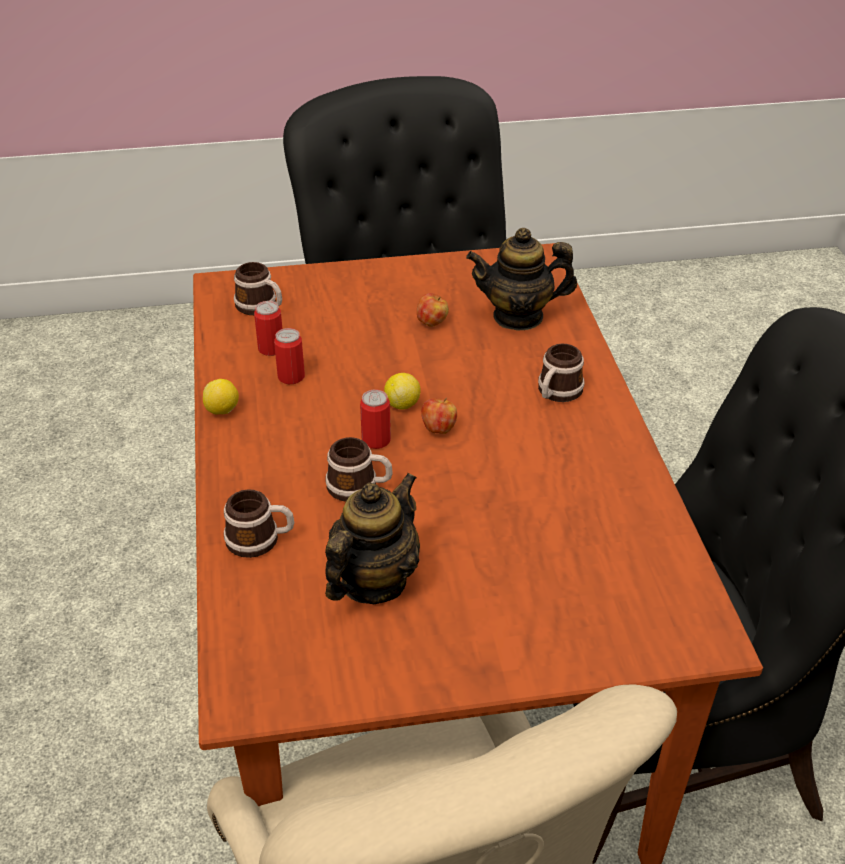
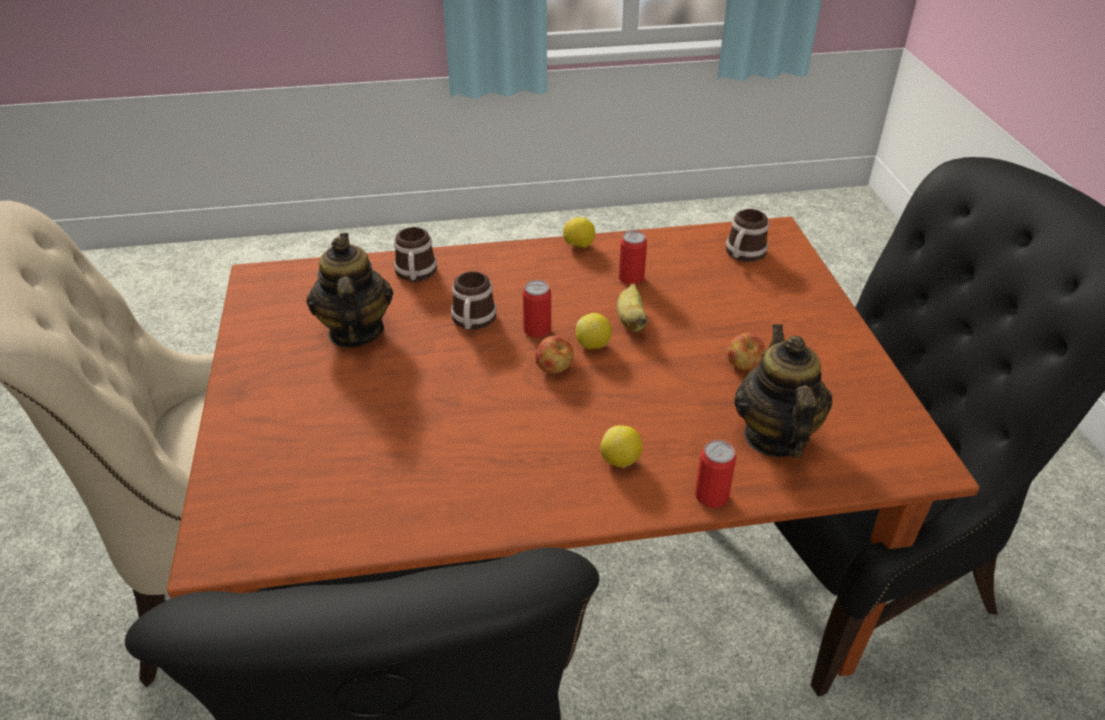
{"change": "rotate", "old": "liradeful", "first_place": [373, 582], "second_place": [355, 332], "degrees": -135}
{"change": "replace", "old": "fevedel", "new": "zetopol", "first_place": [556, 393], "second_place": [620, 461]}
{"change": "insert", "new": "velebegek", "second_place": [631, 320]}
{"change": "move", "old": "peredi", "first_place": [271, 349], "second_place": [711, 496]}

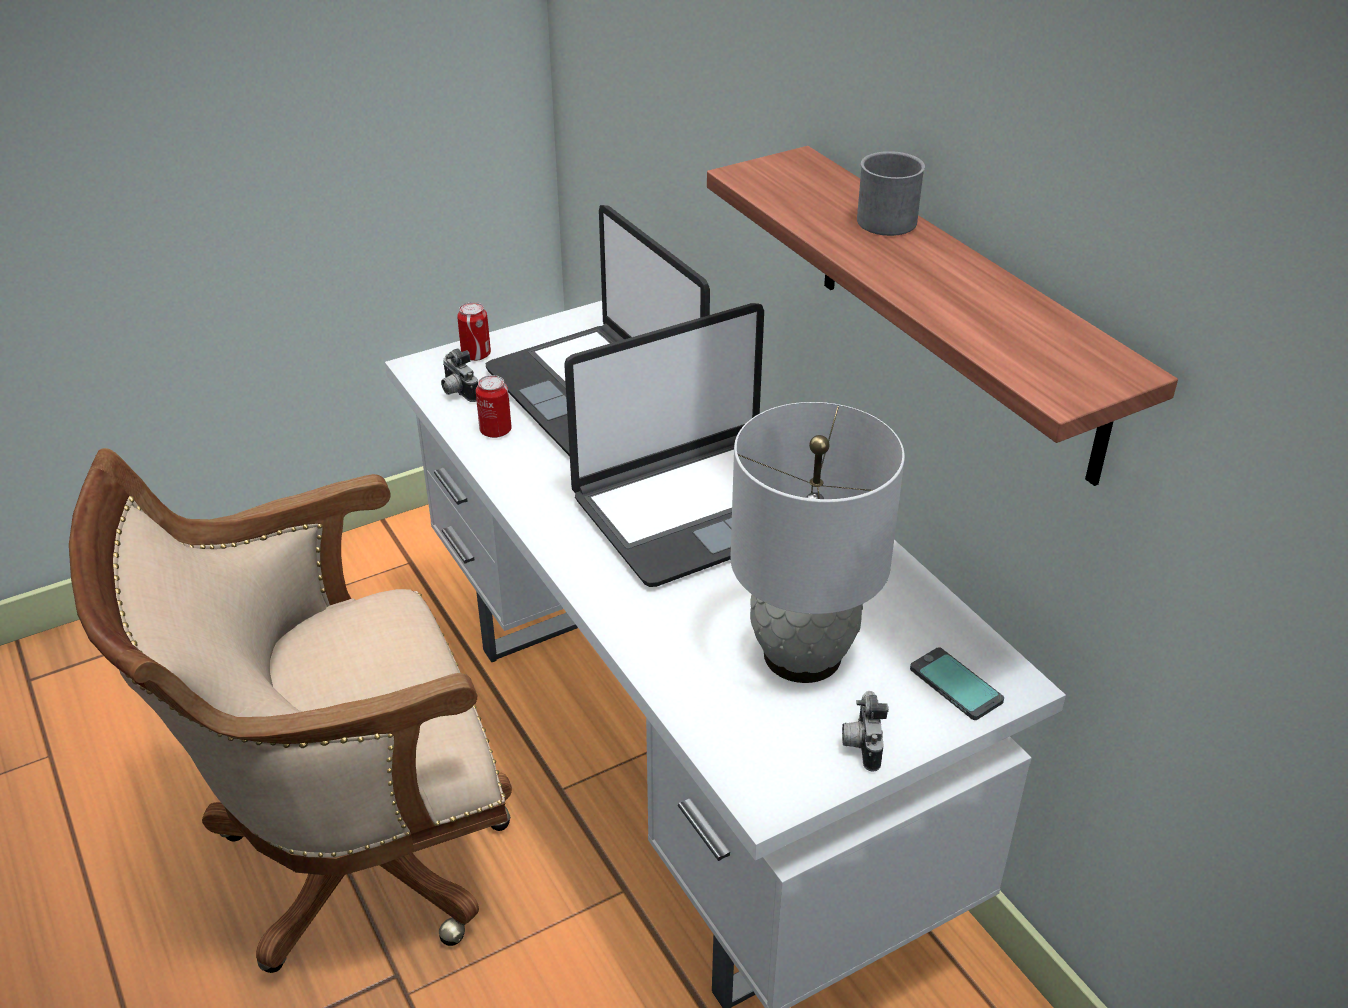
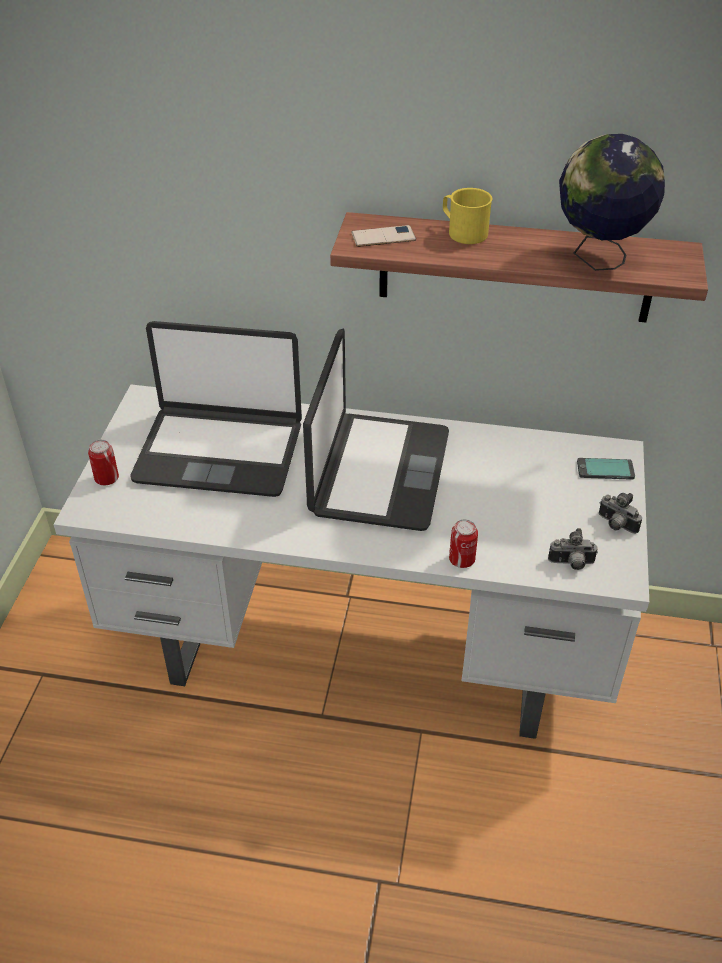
{"change": "insert", "new": "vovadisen", "second_place": [383, 237]}
{"change": "recolor", "old": "grey_fevedel", "new": "yellow_fevedel", "first_place": [886, 217], "second_place": [463, 232]}
{"change": "move", "old": "peredi", "first_place": [495, 431], "second_place": [461, 560]}
{"change": "move", "old": "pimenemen", "first_place": [457, 392], "second_place": [571, 564]}
{"change": "insert", "new": "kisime", "second_place": [598, 258]}
{"change": "delete", "old": "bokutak", "first_place": [351, 865]}
{"change": "delete", "old": "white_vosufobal", "first_place": [801, 655]}

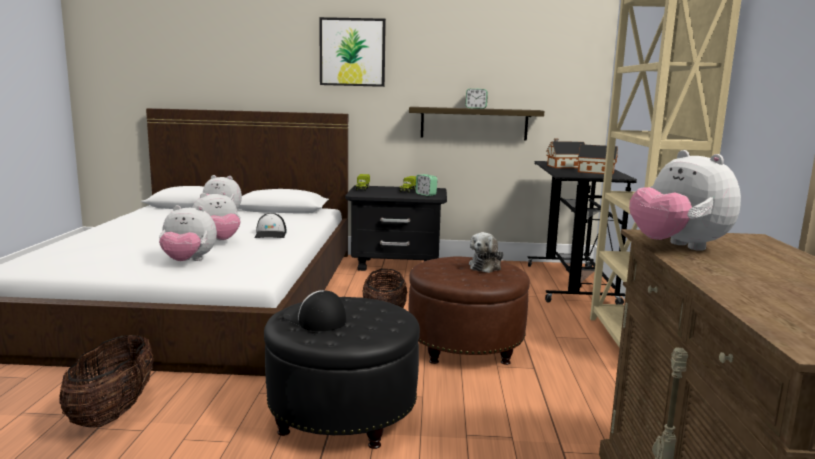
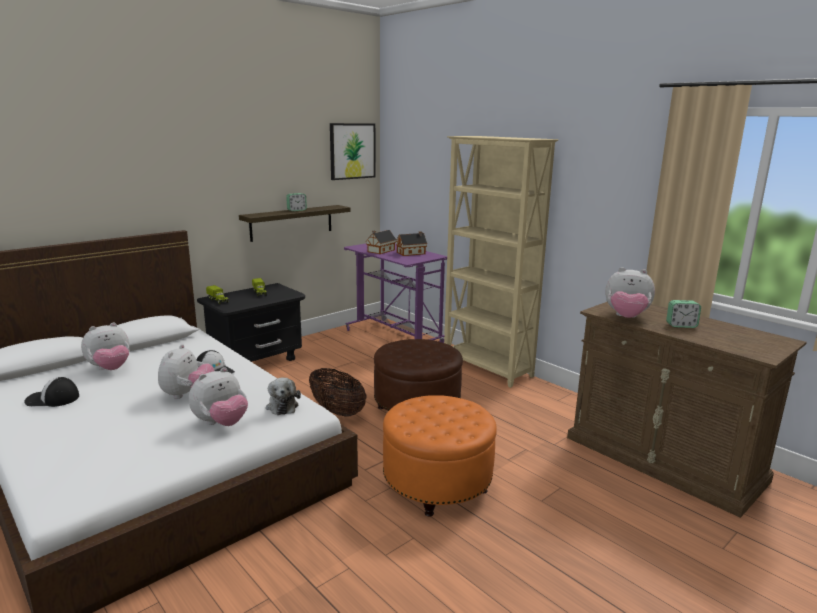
{"change": "move", "old": "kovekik", "first_place": [314, 319], "second_place": [52, 399]}
{"change": "move", "old": "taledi", "first_place": [486, 266], "second_place": [282, 406]}
{"change": "move", "old": "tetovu", "first_place": [352, 52], "second_place": [352, 151]}
{"change": "recolor", "old": "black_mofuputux", "new": "purple_mofuputux", "first_place": [571, 284], "second_place": [394, 337]}
{"change": "recolor", "old": "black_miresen", "new": "orange_miresen", "first_place": [342, 415], "second_place": [437, 484]}
{"change": "move", "old": "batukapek", "first_place": [426, 194], "second_place": [681, 325]}
{"change": "delete", "old": "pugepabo", "first_place": [113, 412]}

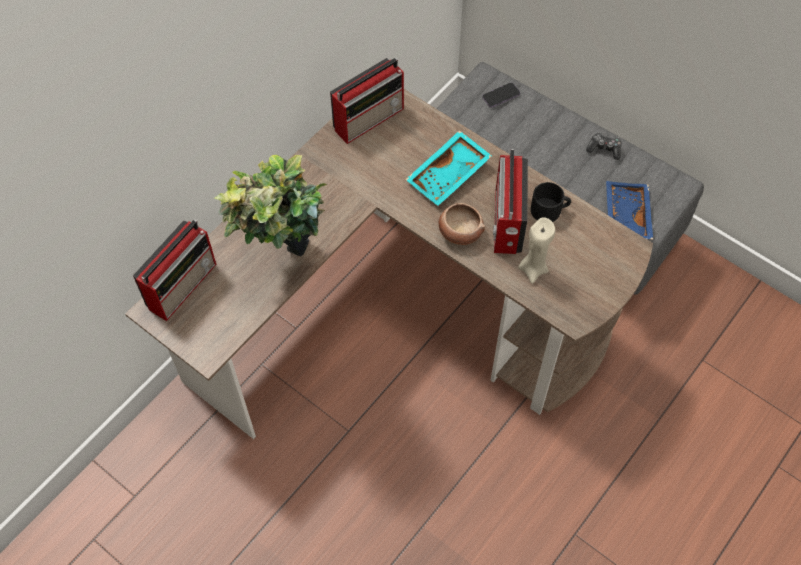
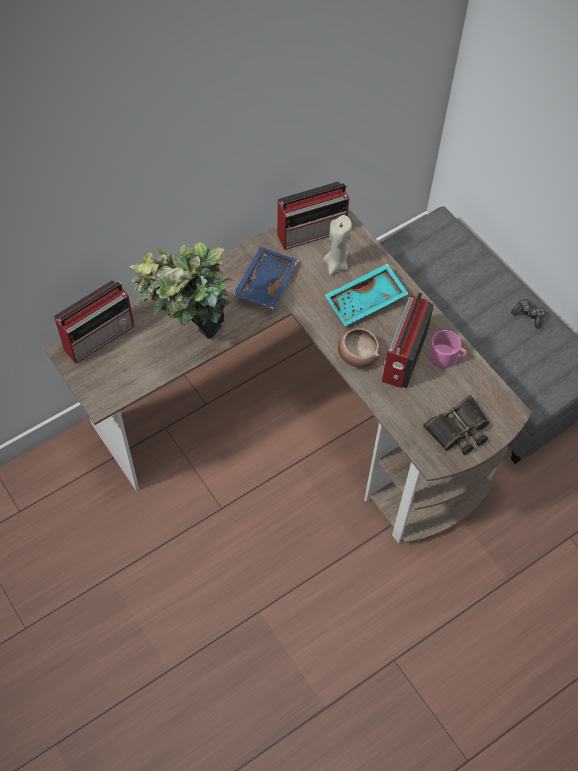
{"change": "move", "old": "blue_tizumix", "first_place": [625, 216], "second_place": [264, 283]}
{"change": "move", "old": "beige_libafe", "first_place": [533, 269], "second_place": [336, 264]}
{"change": "insert", "new": "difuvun", "second_place": [459, 431]}
{"change": "recolor", "old": "black_fevedel", "new": "pink_fevedel", "first_place": [549, 210], "second_place": [446, 357]}
{"change": "delete", "old": "vovadisen", "first_place": [501, 96]}

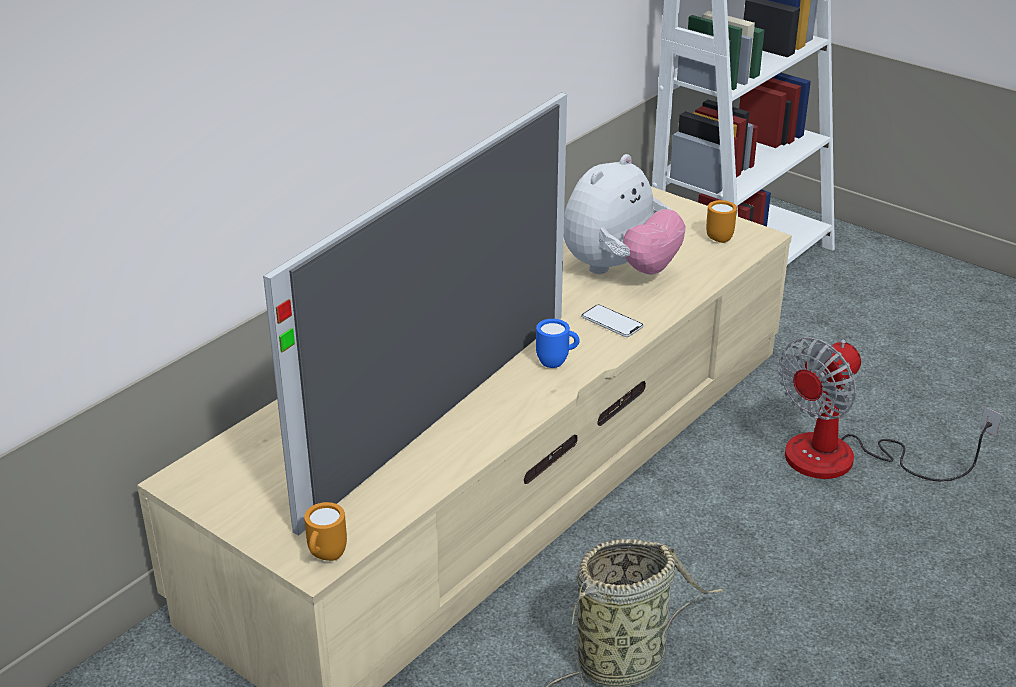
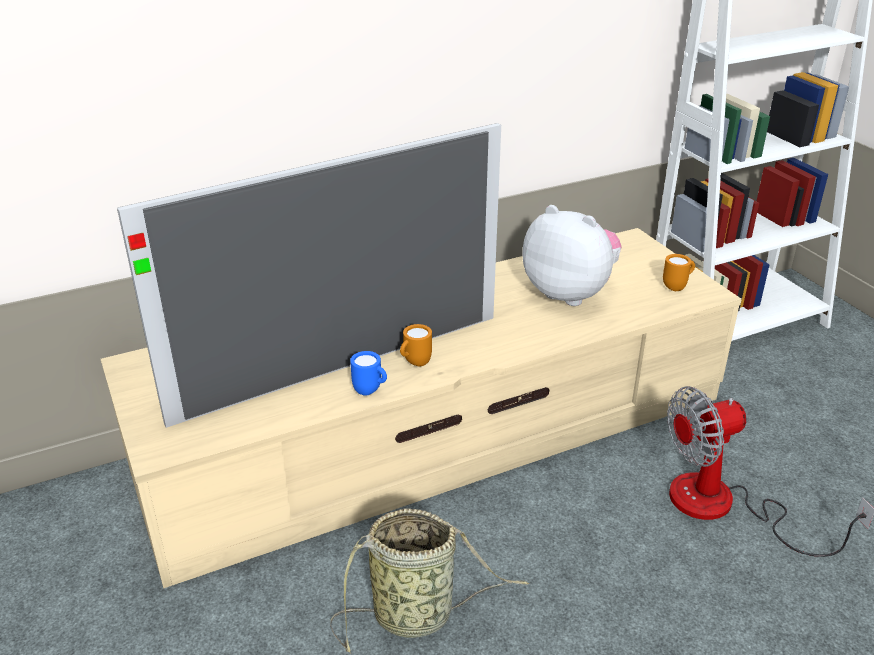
{"change": "move", "old": "blue_fevedel", "first_place": [557, 362], "second_place": [371, 391]}
{"change": "move", "old": "orange_fevedel", "first_place": [325, 557], "second_place": [414, 363]}
{"change": "rotate", "old": "taledi", "first_place": [619, 270], "second_place": [569, 293], "degrees": -120}
{"change": "delete", "old": "vovadisen", "first_place": [612, 322]}

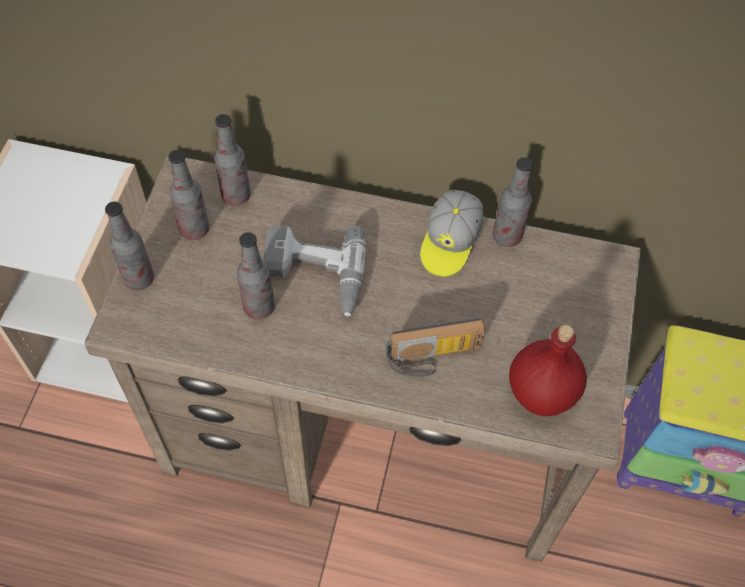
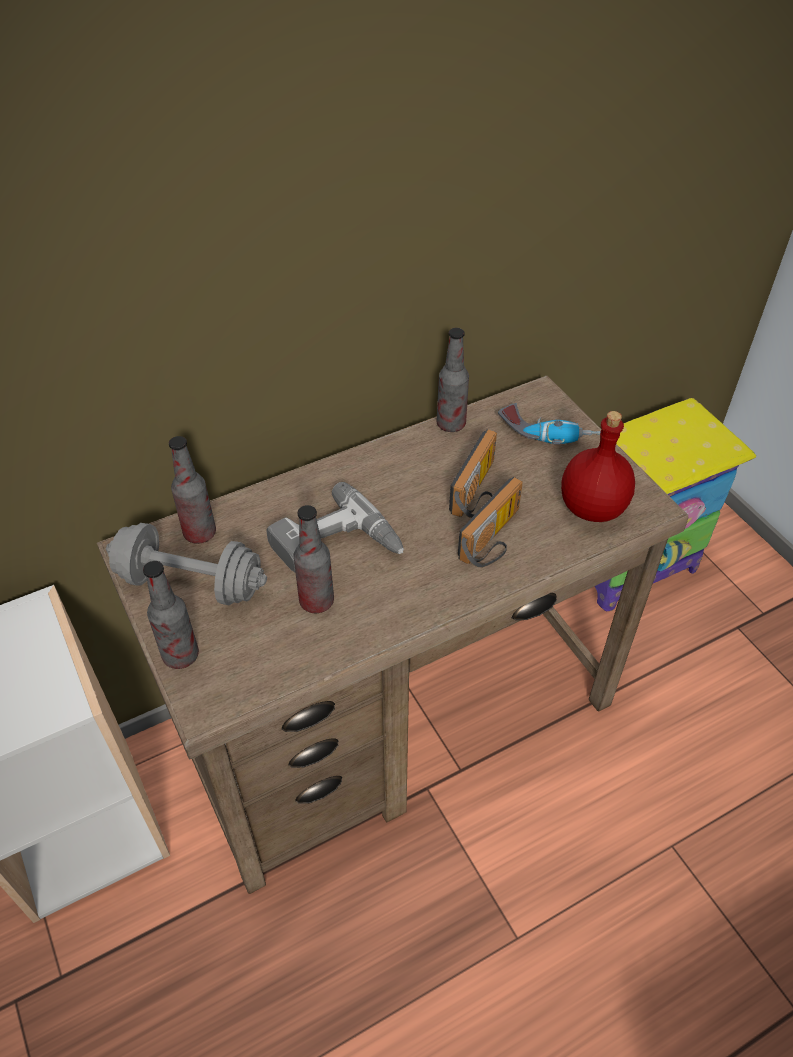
{"change": "replace", "old": "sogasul", "new": "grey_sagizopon", "first_place": [194, 229], "second_place": [190, 582]}
{"change": "insert", "new": "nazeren", "second_place": [479, 491]}
{"change": "insert", "new": "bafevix", "second_place": [547, 433]}
{"change": "delete", "old": "kovekik", "first_place": [450, 242]}

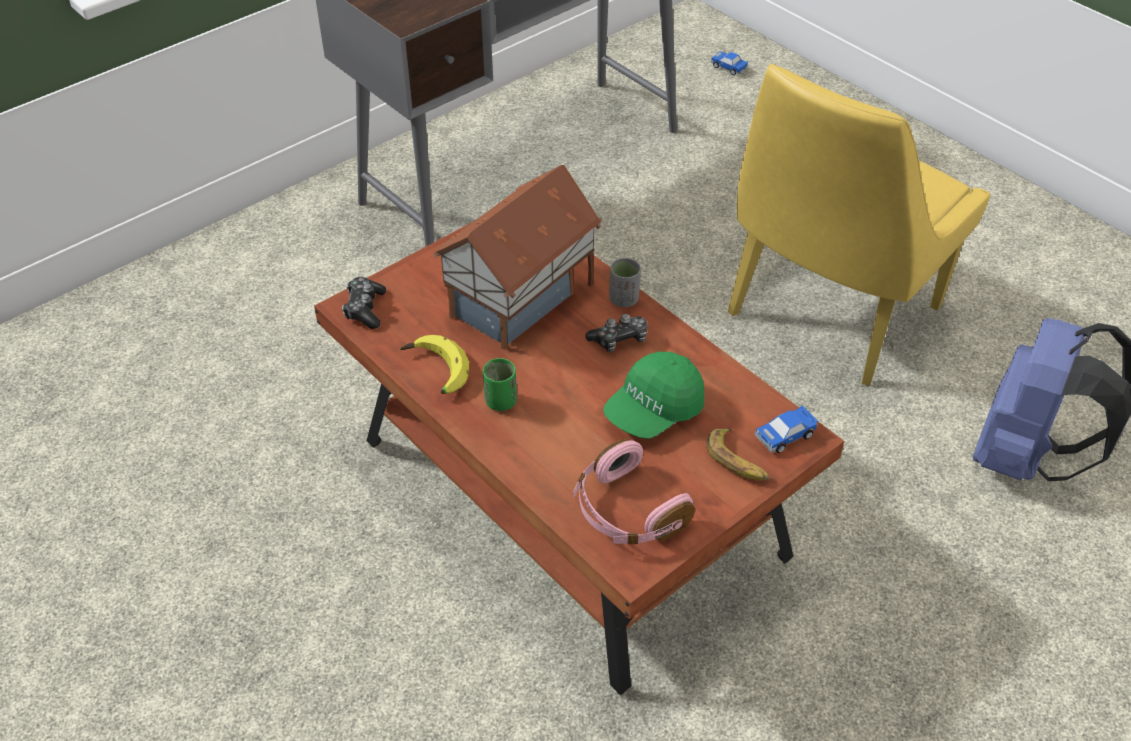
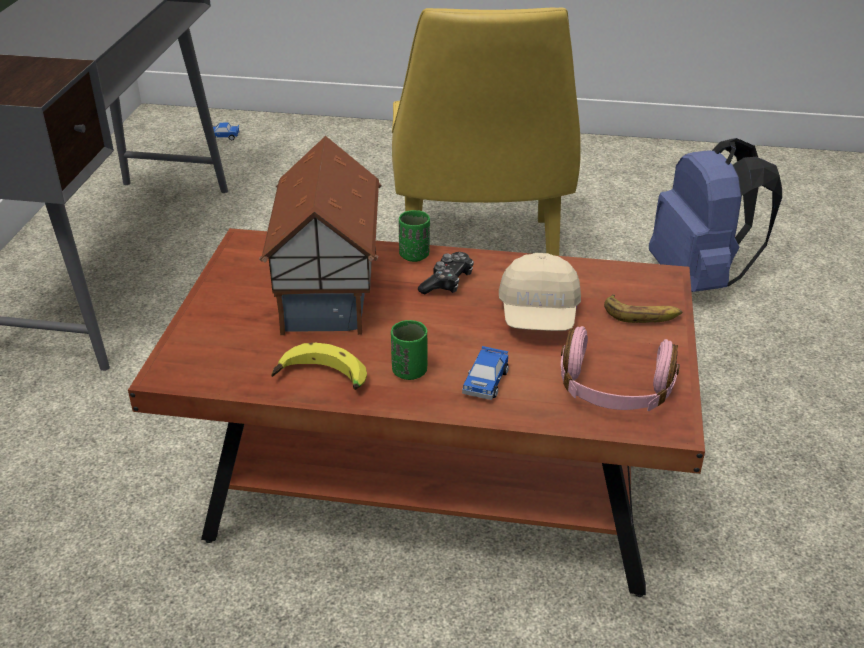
{"change": "recolor", "old": "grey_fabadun", "new": "green_fabadun", "first_place": [624, 300], "second_place": [414, 255]}
{"change": "move", "old": "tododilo", "first_place": [785, 435], "second_place": [486, 381]}
{"change": "recolor", "old": "green_kovekik", "new": "beige_kovekik", "first_place": [653, 411], "second_place": [539, 315]}
{"change": "delete", "old": "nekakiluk", "first_place": [365, 309]}

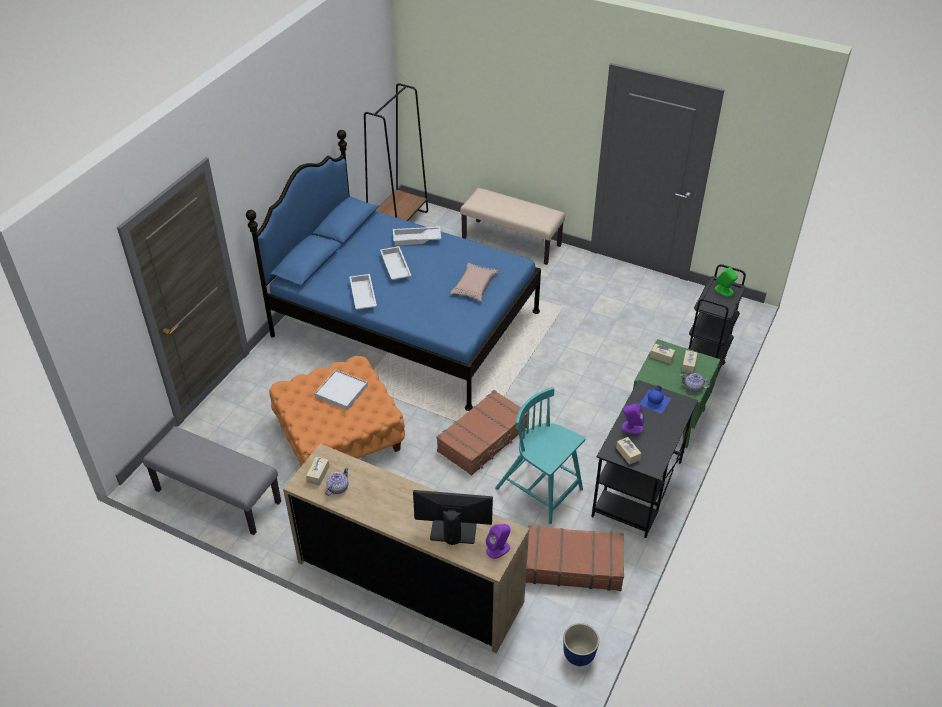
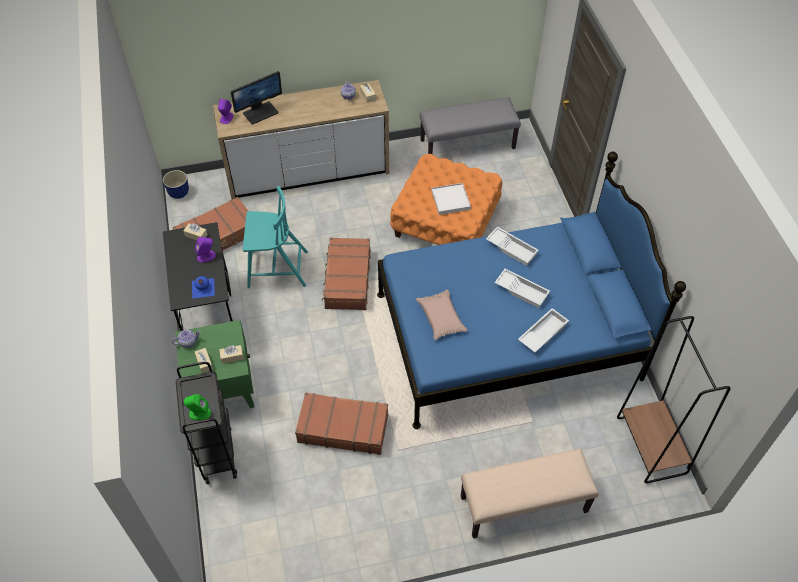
{"change": "insert", "new": "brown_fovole", "second_place": [343, 428]}

